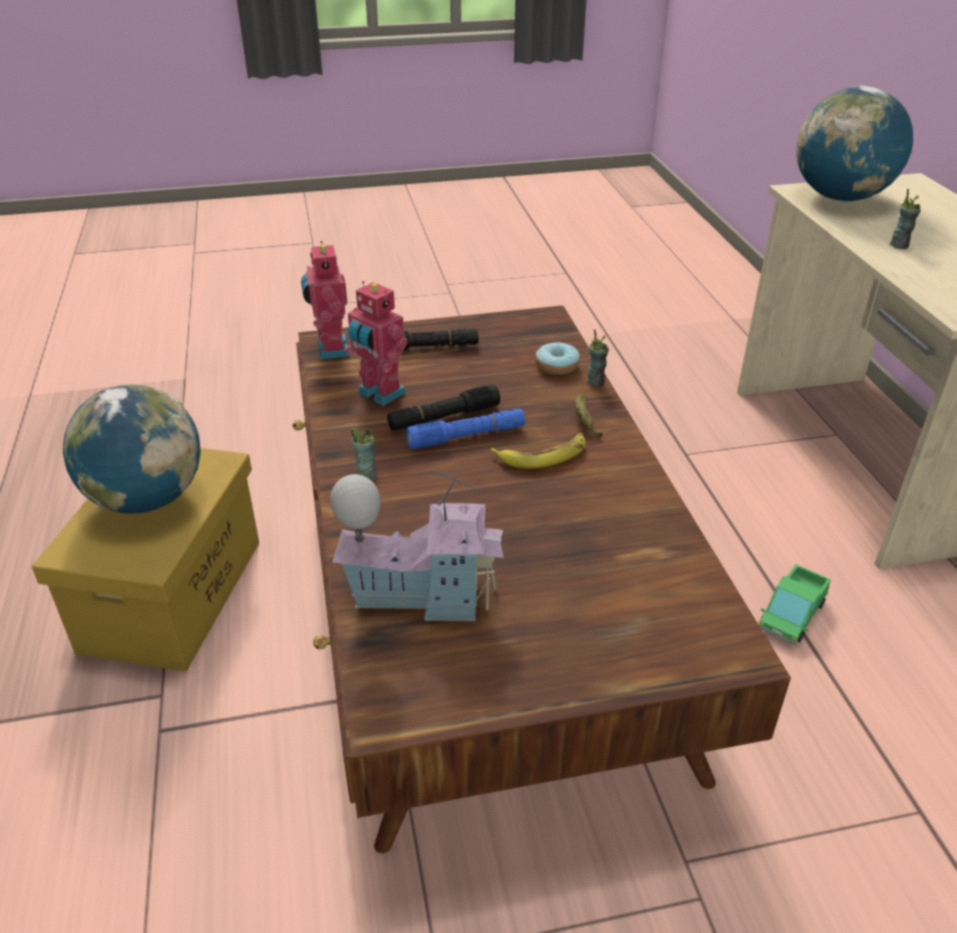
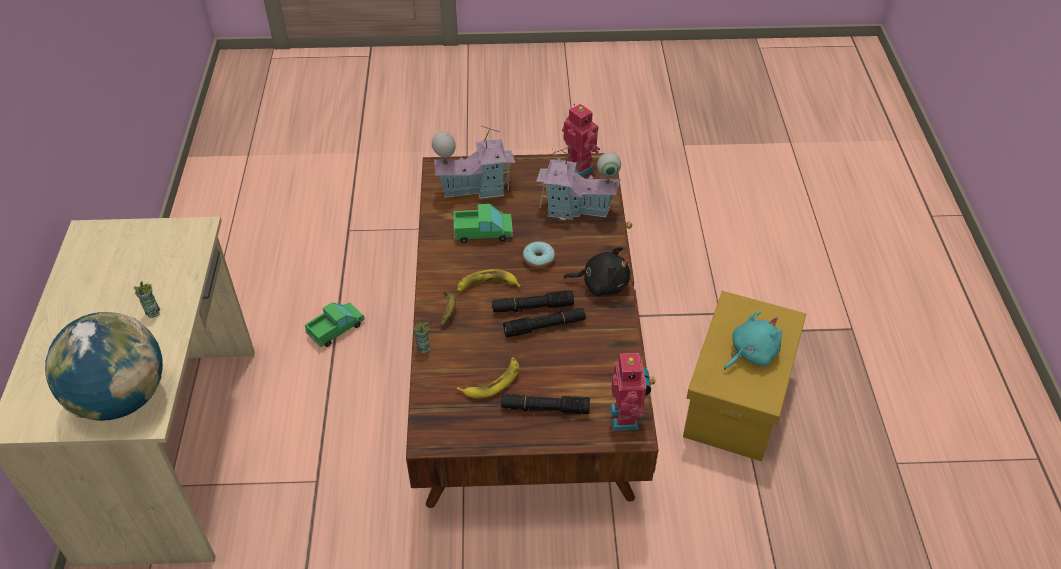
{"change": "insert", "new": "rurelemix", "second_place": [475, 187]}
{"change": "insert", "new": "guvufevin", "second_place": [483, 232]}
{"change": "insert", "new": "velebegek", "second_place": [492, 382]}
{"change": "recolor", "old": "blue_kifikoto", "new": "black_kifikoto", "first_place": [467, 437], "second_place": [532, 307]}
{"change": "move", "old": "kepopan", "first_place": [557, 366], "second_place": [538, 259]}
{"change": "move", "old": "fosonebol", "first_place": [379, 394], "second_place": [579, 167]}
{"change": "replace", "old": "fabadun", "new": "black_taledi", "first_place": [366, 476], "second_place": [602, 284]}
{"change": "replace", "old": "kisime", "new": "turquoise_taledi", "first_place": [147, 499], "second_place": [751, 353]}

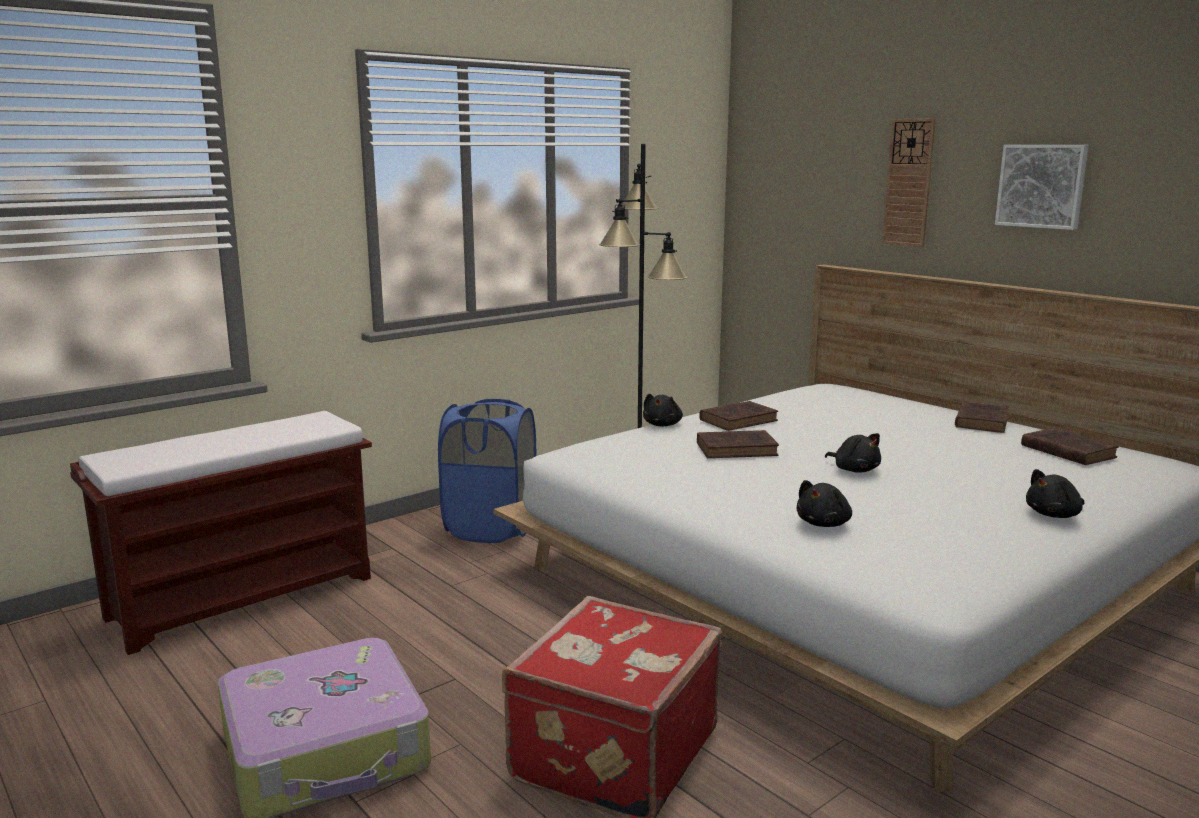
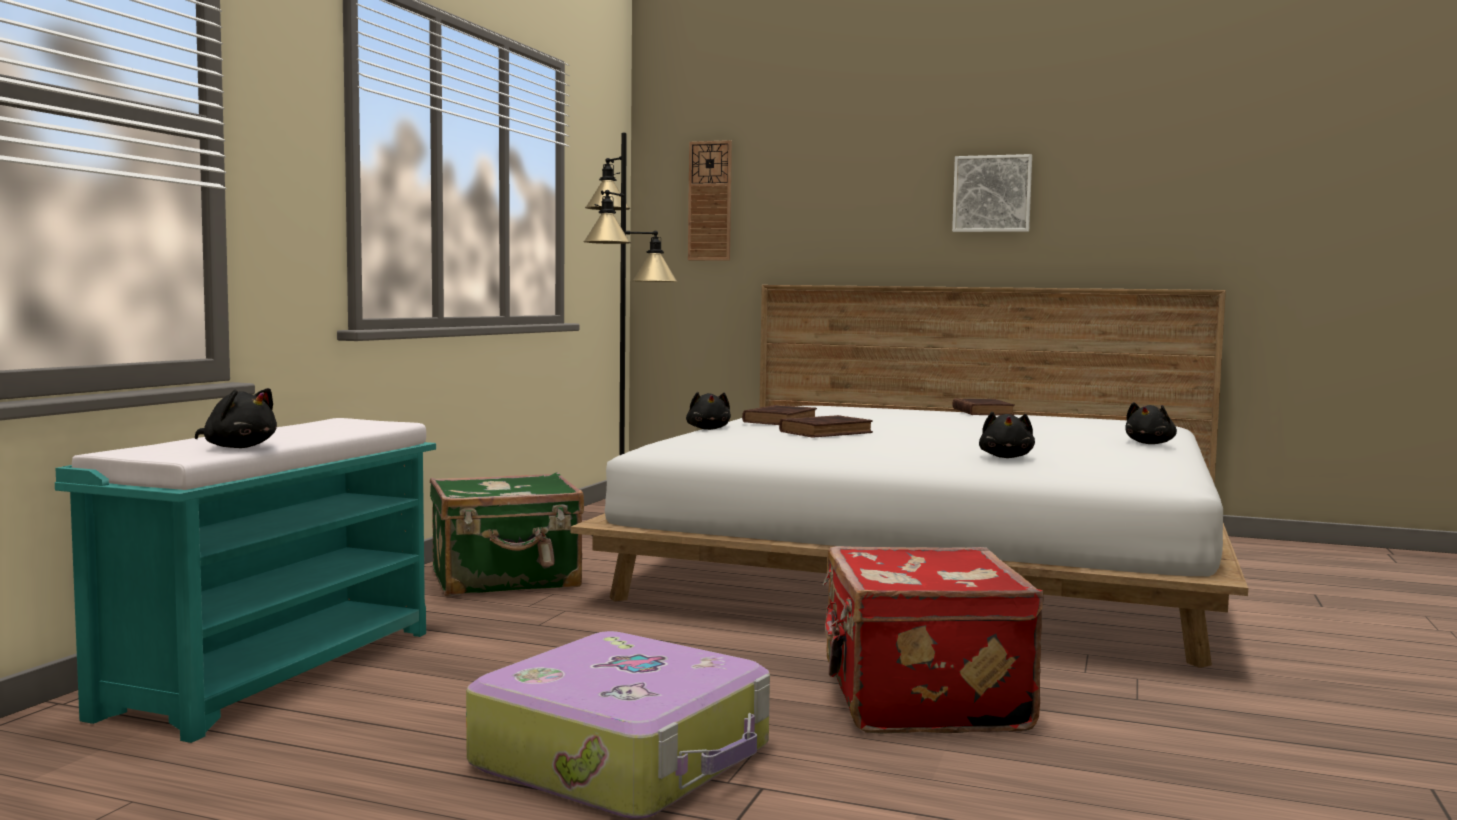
{"change": "recolor", "old": "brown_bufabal", "new": "turquoise_bufabal", "first_place": [244, 596], "second_place": [275, 671]}
{"change": "move", "old": "black_taledi", "first_place": [854, 470], "second_place": [238, 447]}
{"change": "replace", "old": "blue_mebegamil", "new": "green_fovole", "first_place": [491, 528], "second_place": [506, 580]}
{"change": "move", "old": "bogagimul", "first_place": [909, 182], "second_place": [710, 201]}
{"change": "delete", "old": "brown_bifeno", "first_place": [1065, 451]}

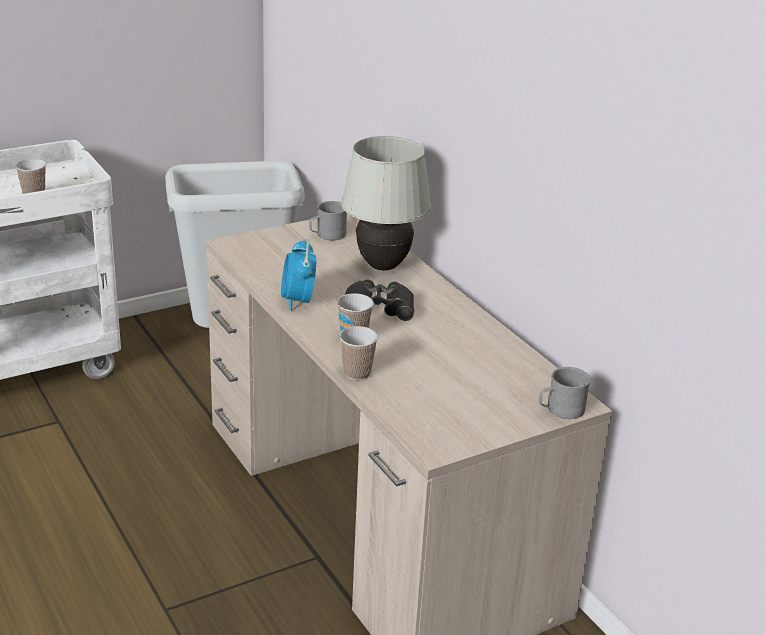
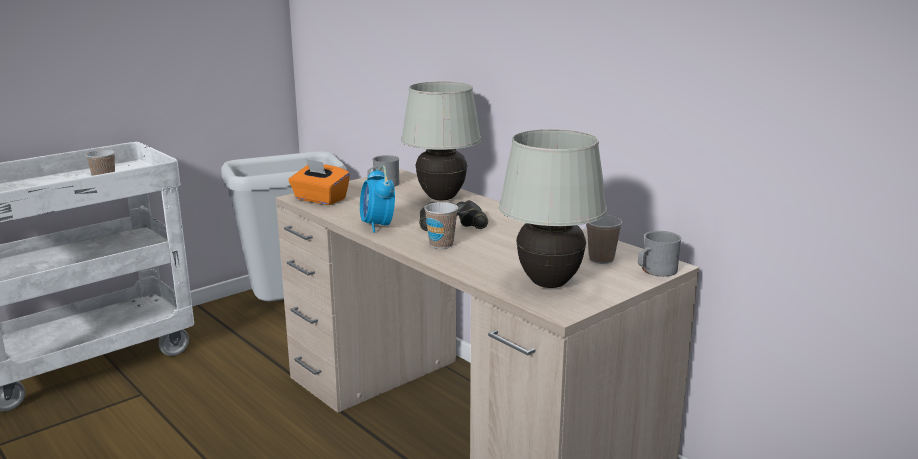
{"change": "insert", "new": "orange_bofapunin", "second_place": [320, 199]}
{"change": "insert", "new": "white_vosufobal", "second_place": [549, 284]}
{"change": "move", "old": "fabadun", "first_place": [357, 373], "second_place": [601, 259]}

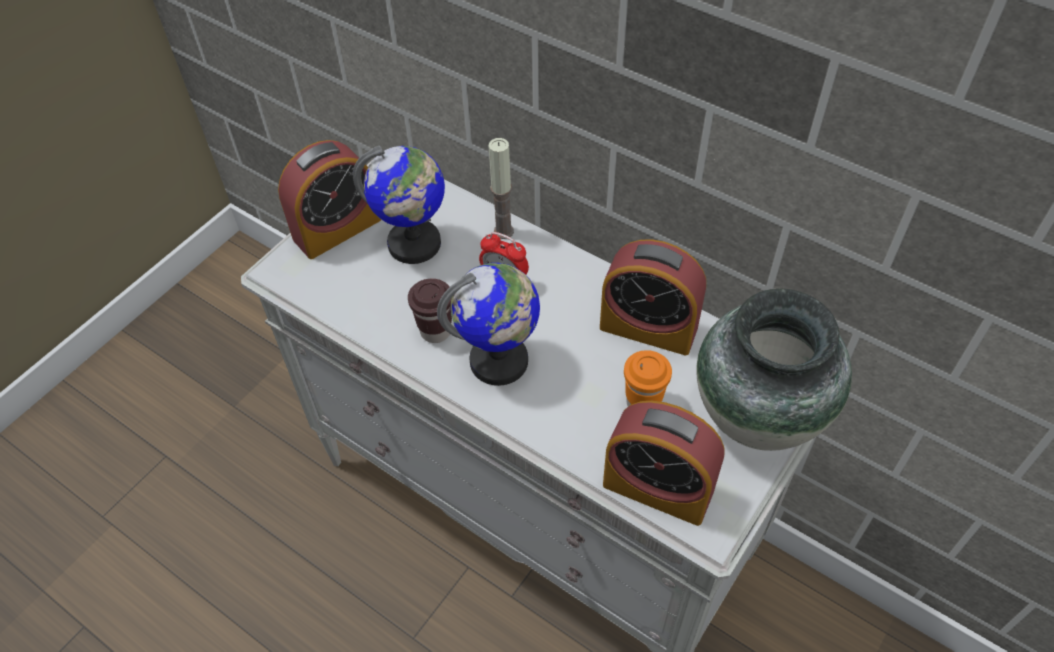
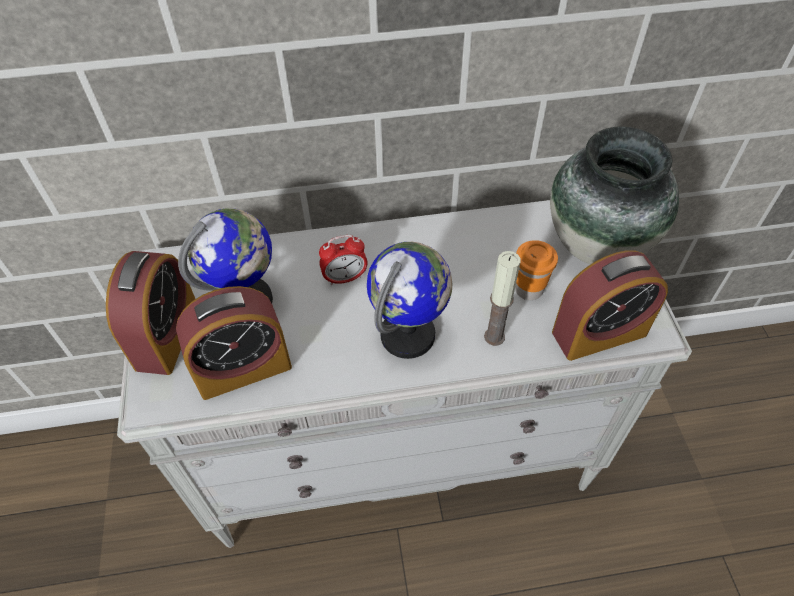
{"change": "move", "old": "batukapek", "first_place": [648, 327], "second_place": [243, 368]}
{"change": "move", "old": "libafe", "first_place": [504, 231], "second_place": [494, 336]}
{"change": "delete", "old": "brown_fabadun", "first_place": [435, 331]}

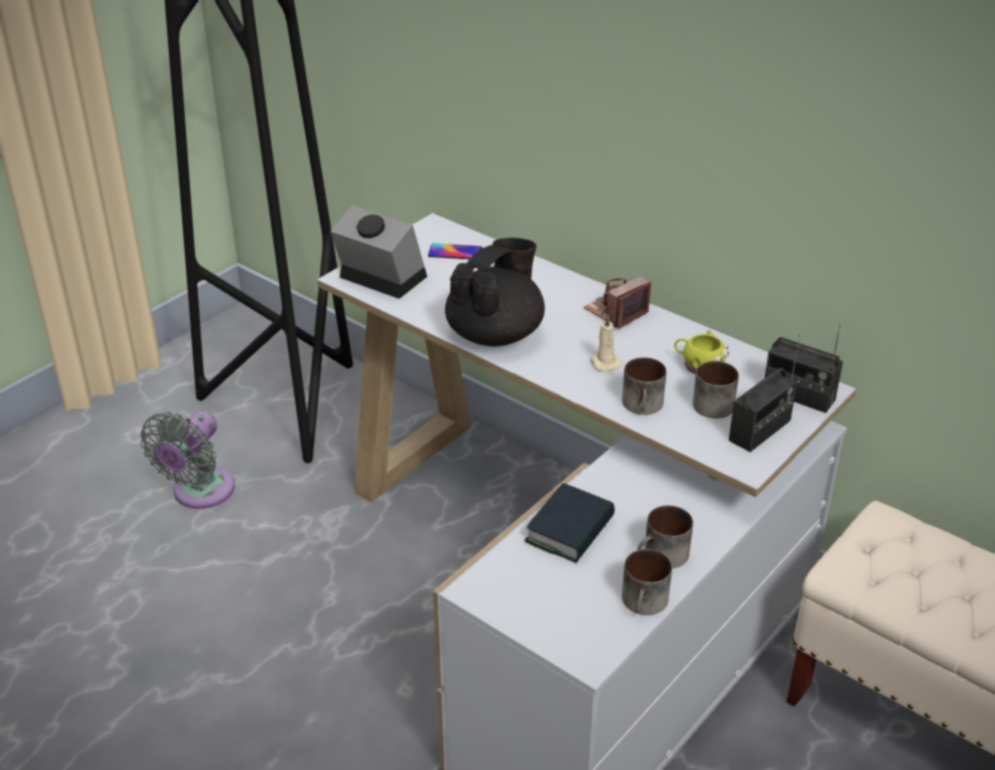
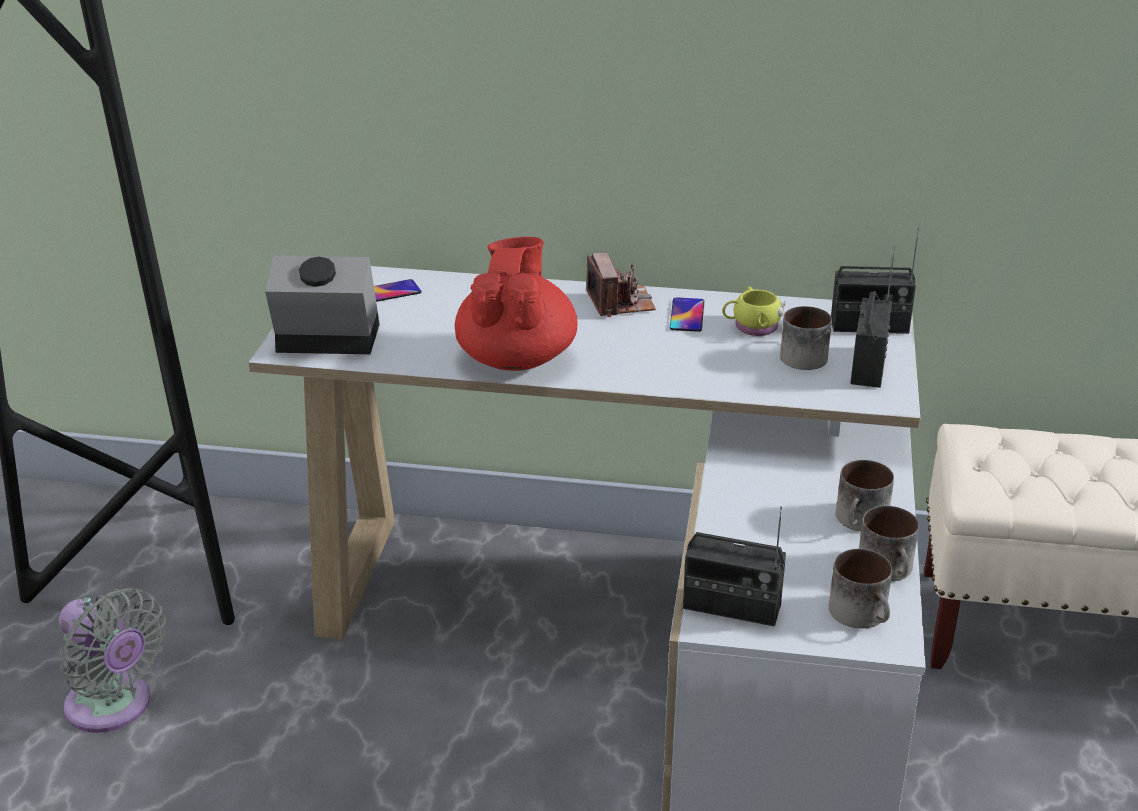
{"change": "rotate", "old": "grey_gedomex", "first_place": [199, 493], "second_place": [114, 707], "degrees": -45}
{"change": "recolor", "old": "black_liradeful", "new": "red_liradeful", "first_place": [496, 334], "second_place": [516, 358]}
{"change": "rotate", "old": "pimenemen", "first_place": [616, 312], "second_place": [620, 303], "degrees": 150}
{"change": "insert", "new": "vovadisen", "second_place": [687, 315]}
{"change": "insert", "new": "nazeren", "second_place": [731, 607]}
{"change": "move", "old": "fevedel", "first_place": [644, 406], "second_place": [864, 614]}
{"change": "delete", "old": "bifeno", "first_place": [570, 530]}
{"change": "delete", "old": "beige_libafe", "first_place": [604, 362]}

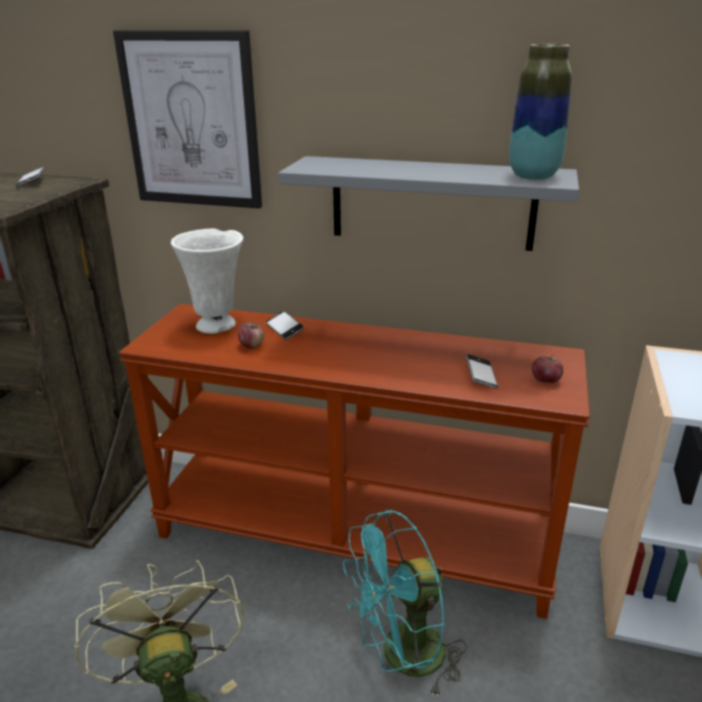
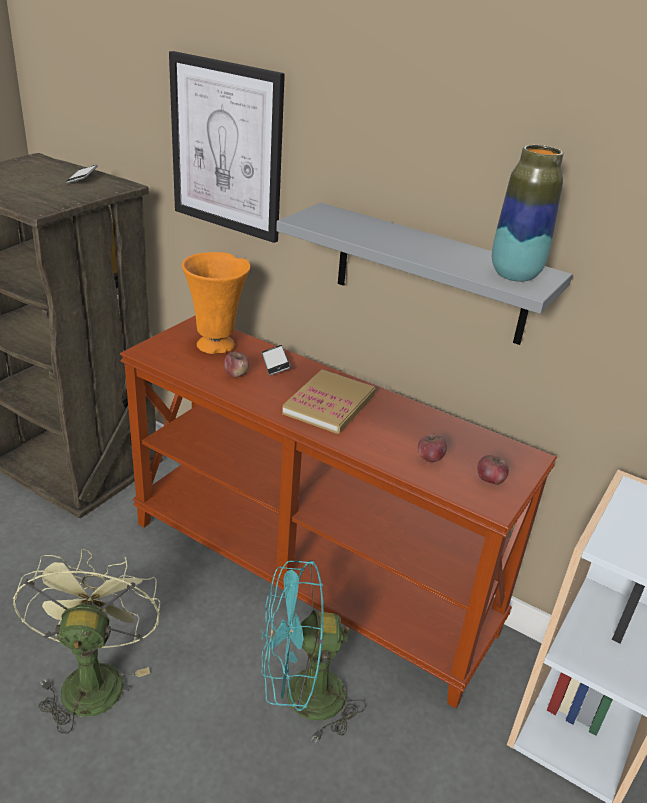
{"change": "recolor", "old": "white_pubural", "new": "orange_pubural", "first_place": [217, 326], "second_place": [217, 346]}
{"change": "insert", "new": "bifeno", "second_place": [329, 404]}
{"change": "replace", "old": "vovadisen", "new": "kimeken", "first_place": [481, 375], "second_place": [430, 458]}

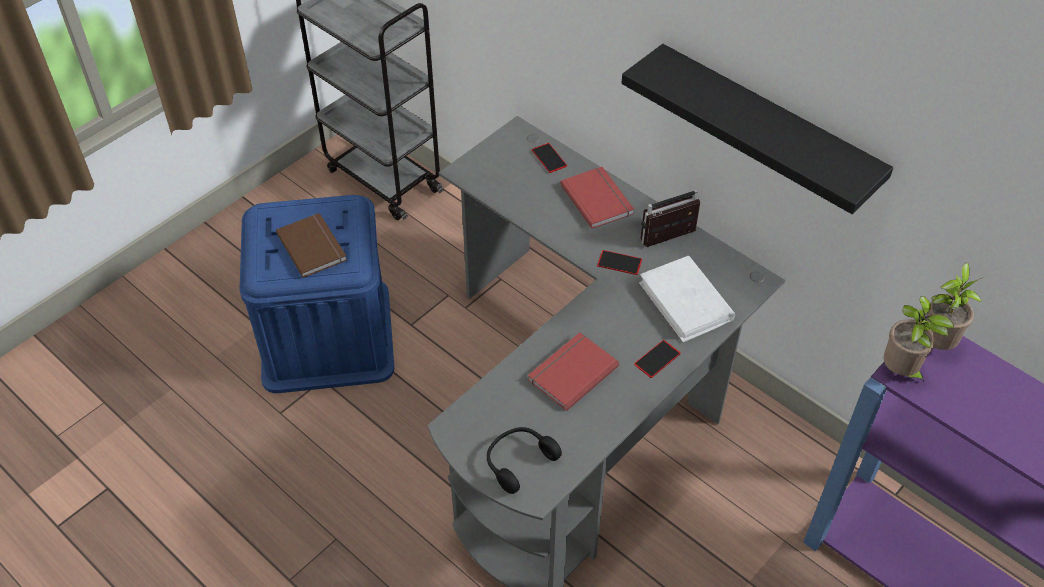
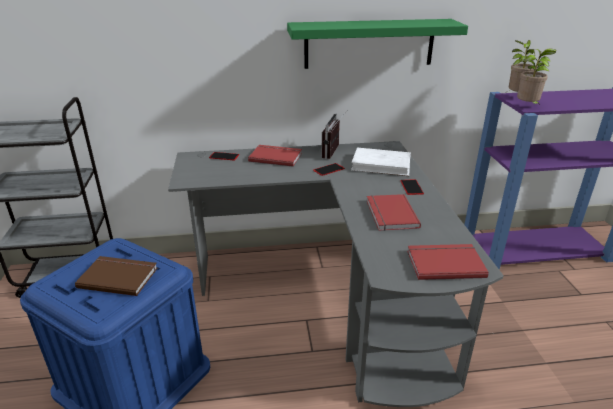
{"change": "recolor", "old": "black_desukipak", "new": "green_desukipak", "first_place": [766, 129], "second_place": [369, 43]}
{"change": "replace", "old": "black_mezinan", "new": "red_bifeno", "first_place": [518, 461], "second_place": [444, 263]}

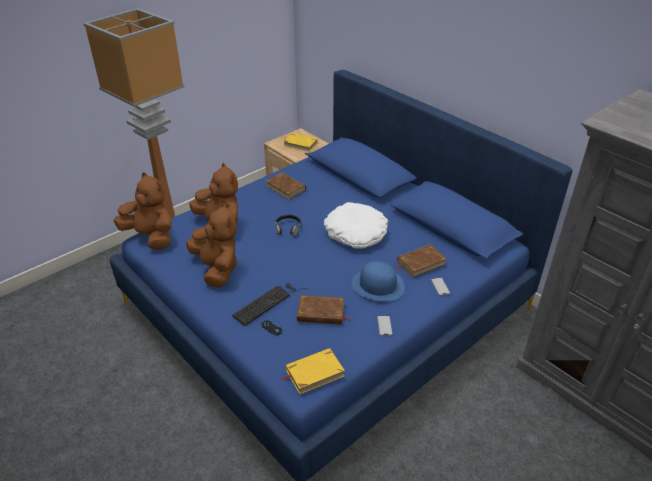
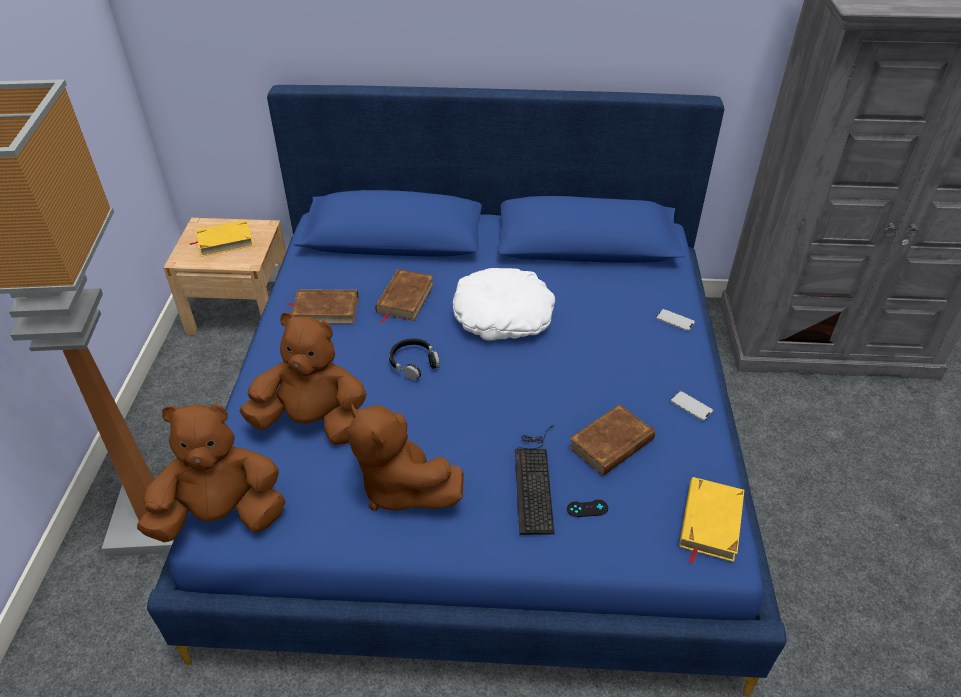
{"change": "rotate", "old": "brown_taledi", "first_place": [217, 269], "second_place": [401, 487], "degrees": -150}
{"change": "move", "old": "brown_bifeno", "first_place": [420, 263], "second_place": [405, 298]}
{"change": "delete", "old": "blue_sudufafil", "first_place": [378, 285]}

